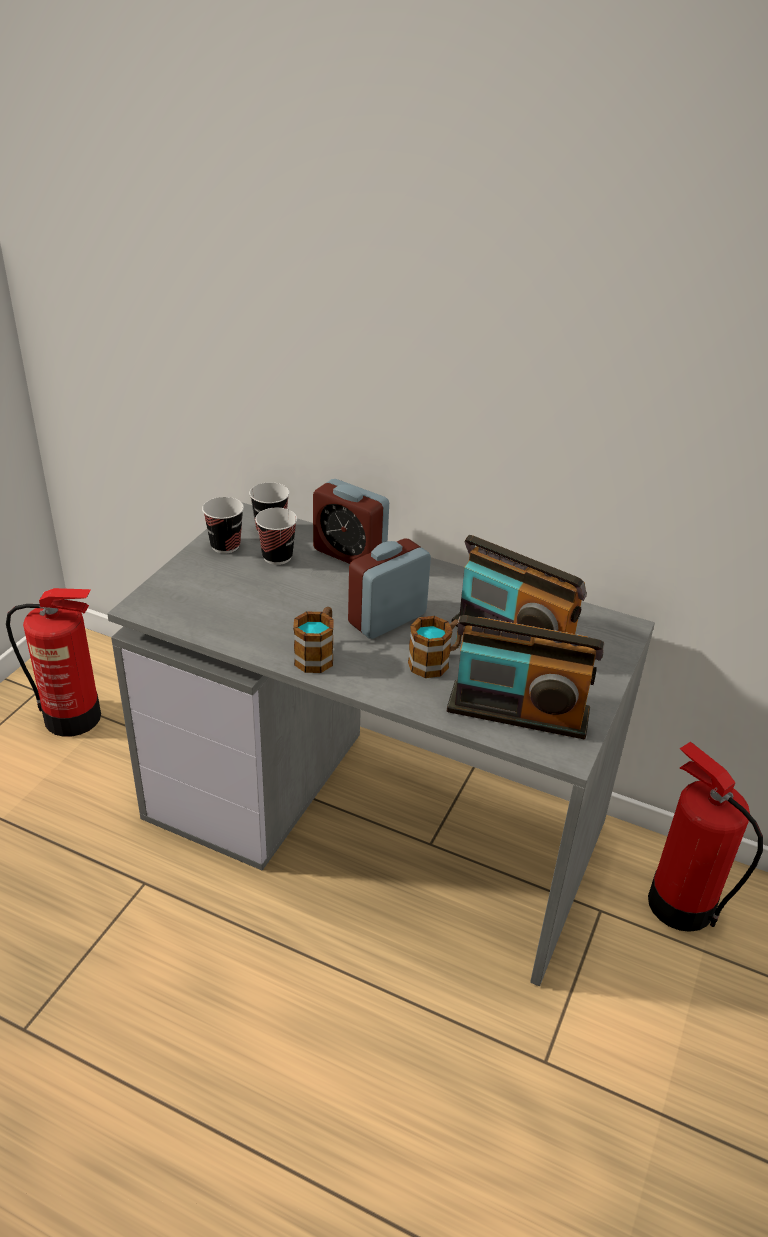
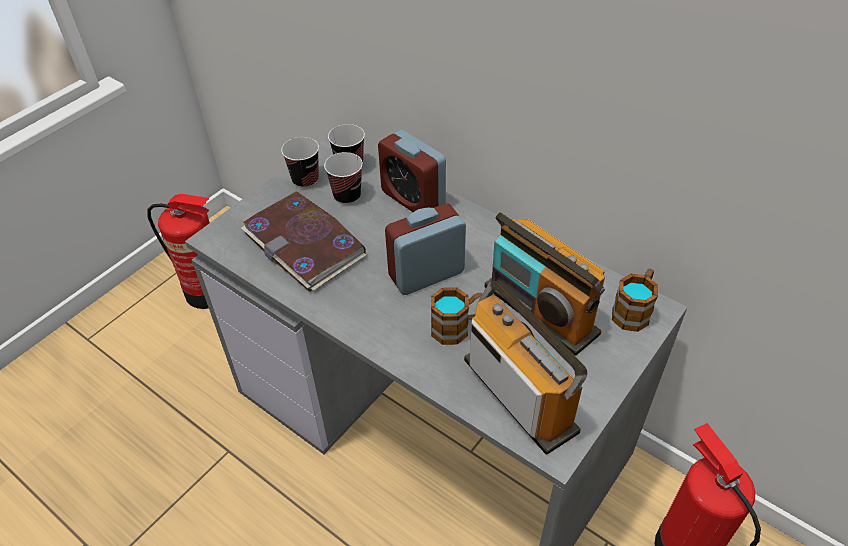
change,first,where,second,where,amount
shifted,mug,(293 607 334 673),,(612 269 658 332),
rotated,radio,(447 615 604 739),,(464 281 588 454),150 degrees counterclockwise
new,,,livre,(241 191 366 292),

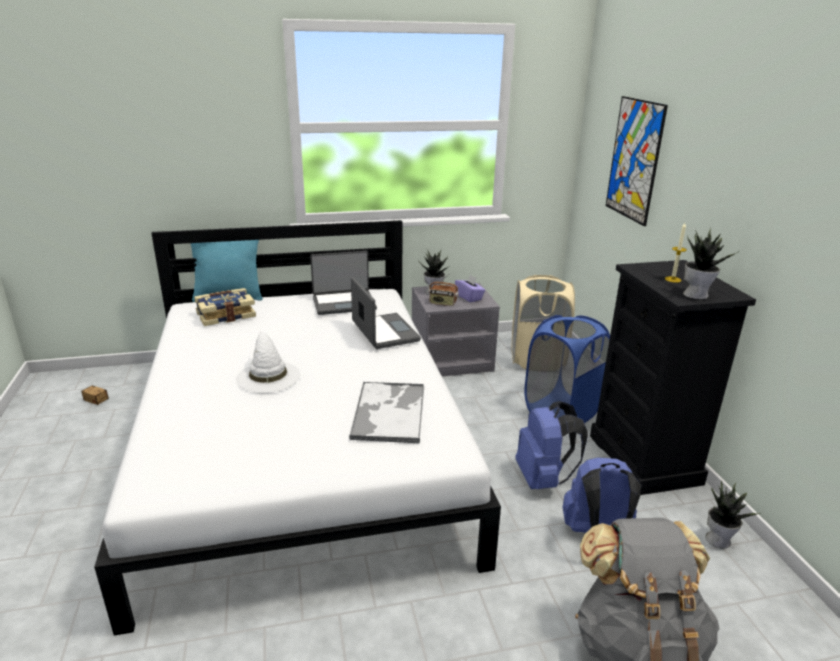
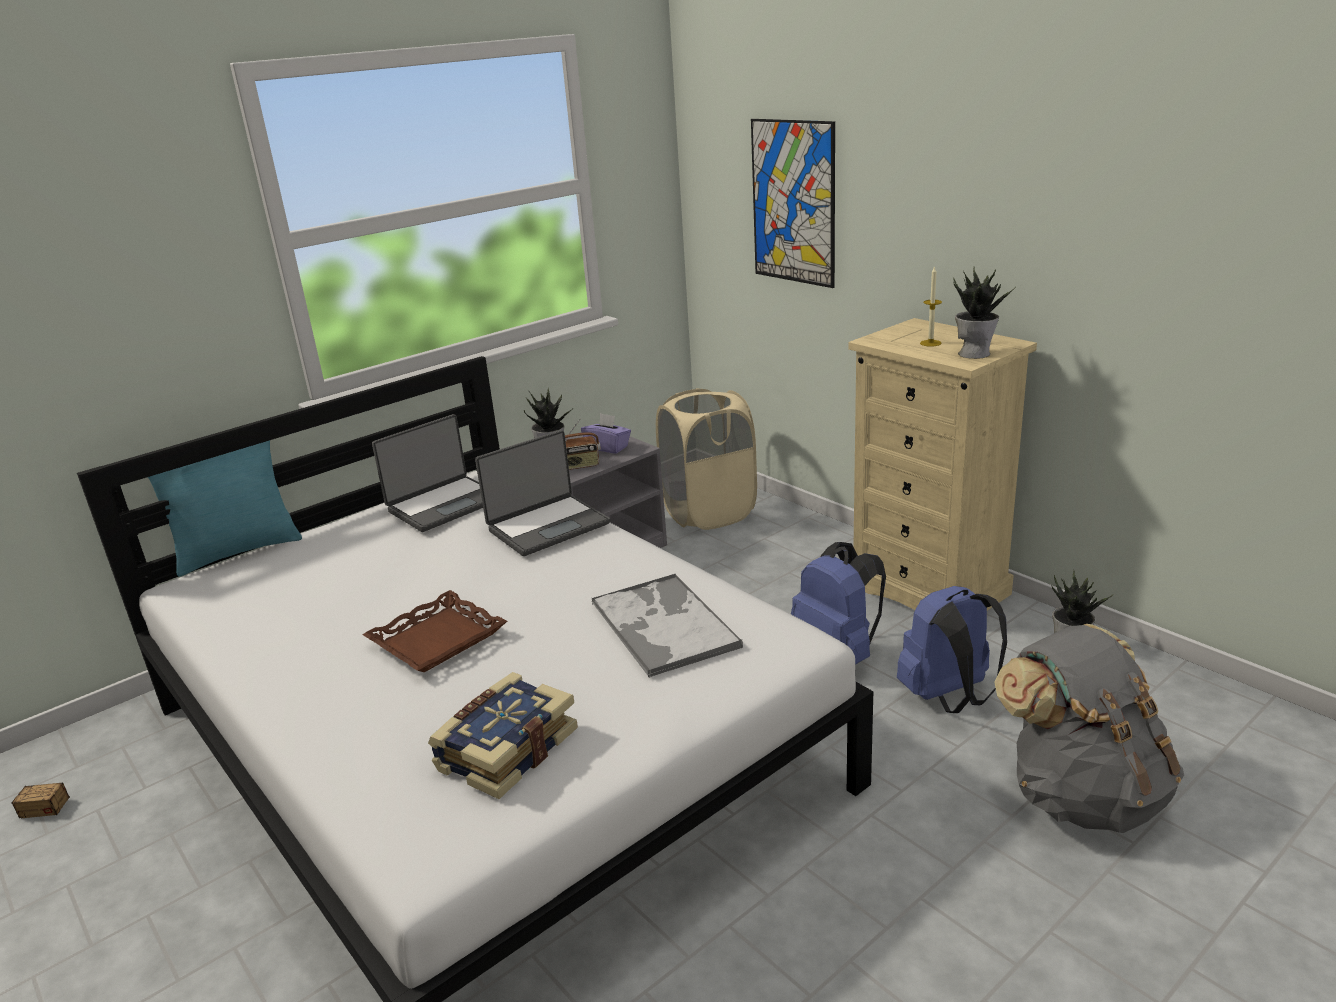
change,first,where,second,where,amount
shifted,livre,(194 288 256 326),,(428 672 578 799),
swapped,chapeau (blanc),(236 332 300 394),plateau (marron),(362 590 507 672),
rotated,ordinateur portable,(351 277 421 349),,(475 430 610 556),105 degrees clockwise
gone,panier à linge (bleu),(525 315 610 423),,,
repainted,commode (noir),(590 260 756 495),commode (beige),(848 318 1037 611),

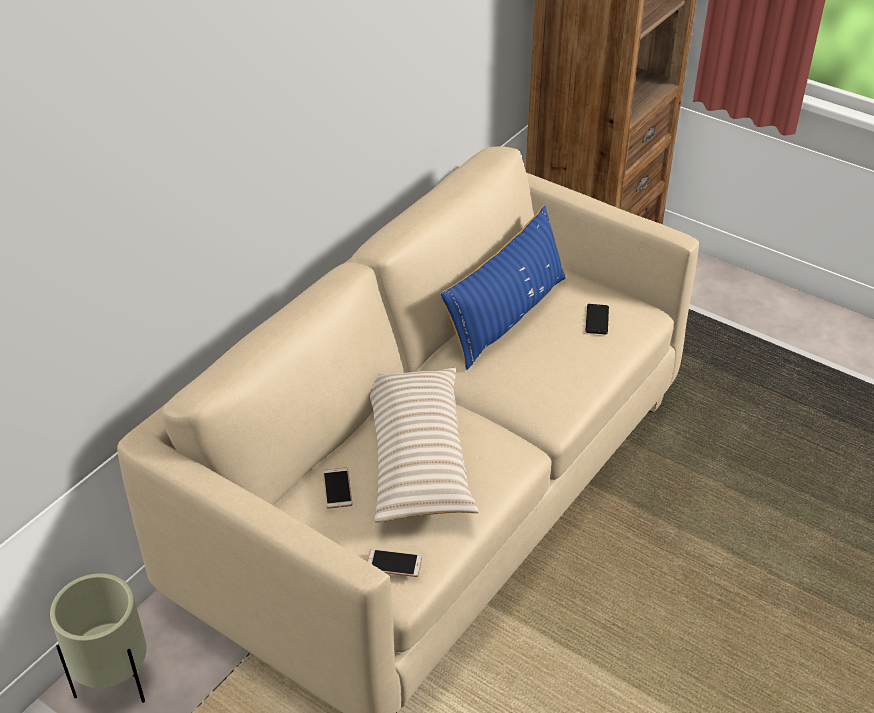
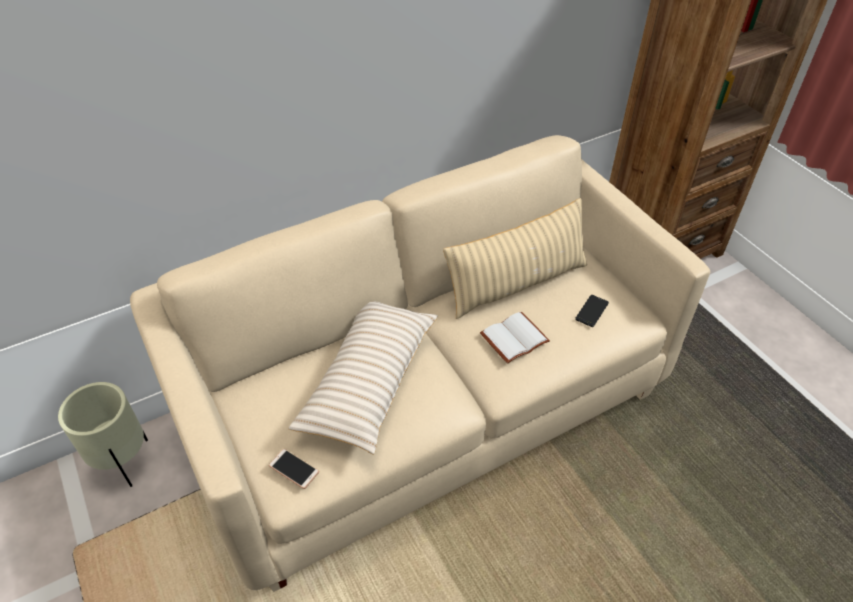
change,first,where,second,where,amount
gone,téléphone,(323 468 353 509),,,
repainted,coussin (bleu),(440 205 566 370),coussin (beige),(443 198 587 319),
new,,,livre (blanc),(480 312 550 363),

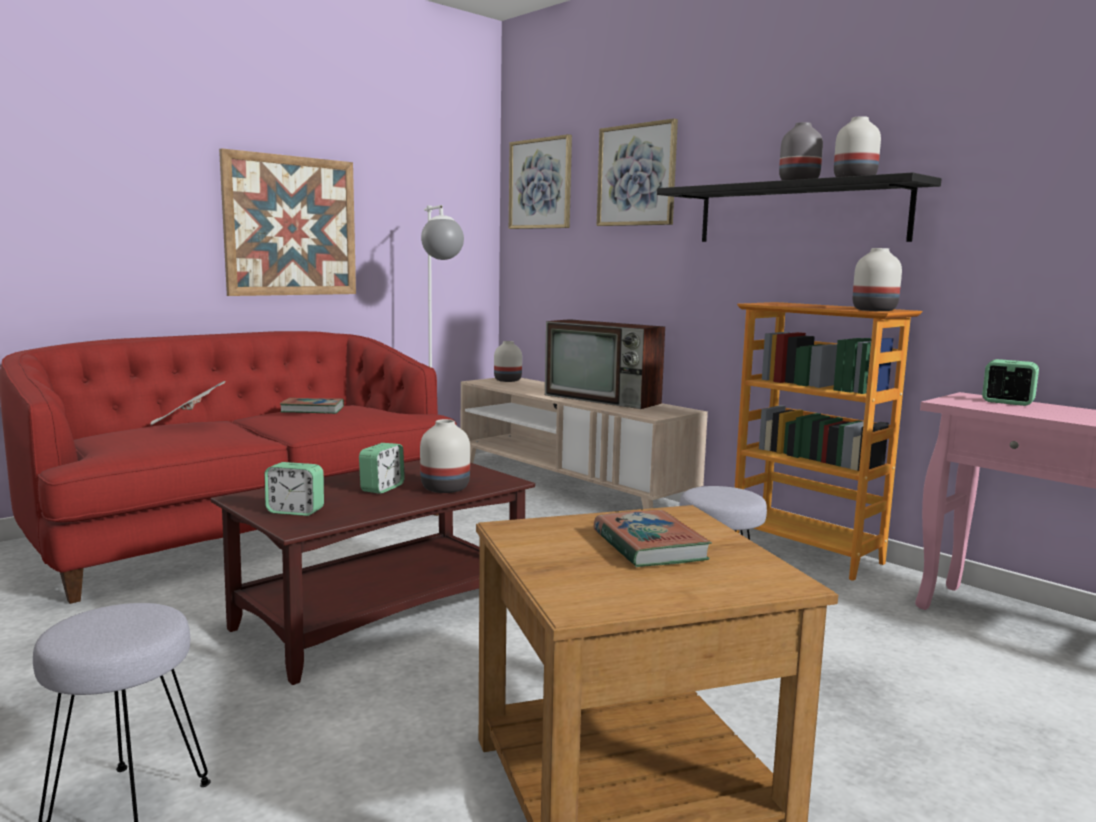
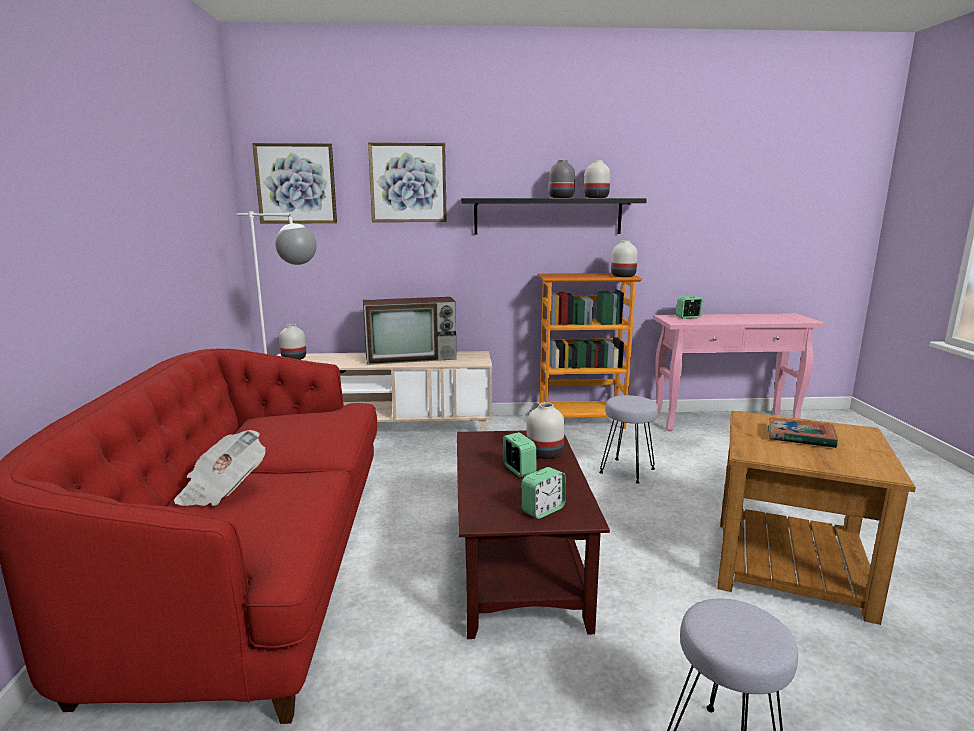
change,first,where,second,where,amount
gone,tableau,(219 148 356 296),,,
gone,livre,(280 398 344 414),,,

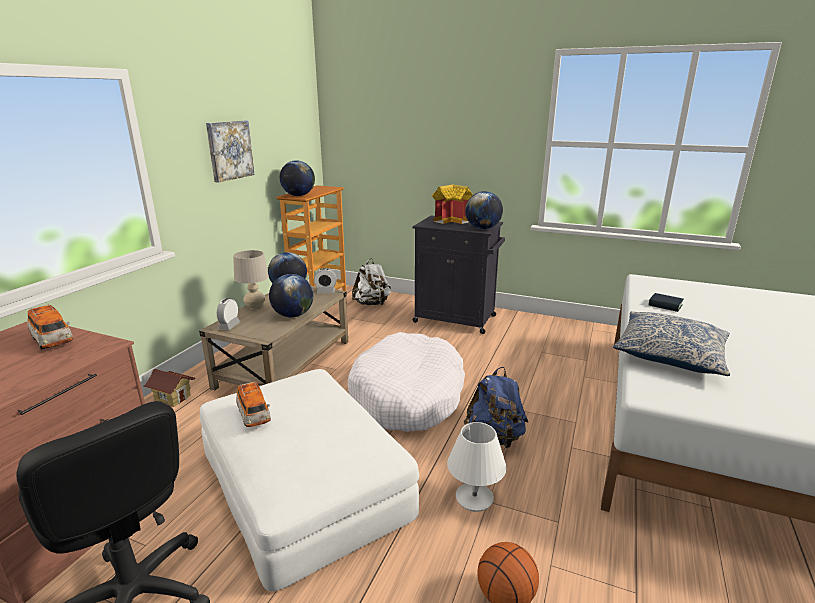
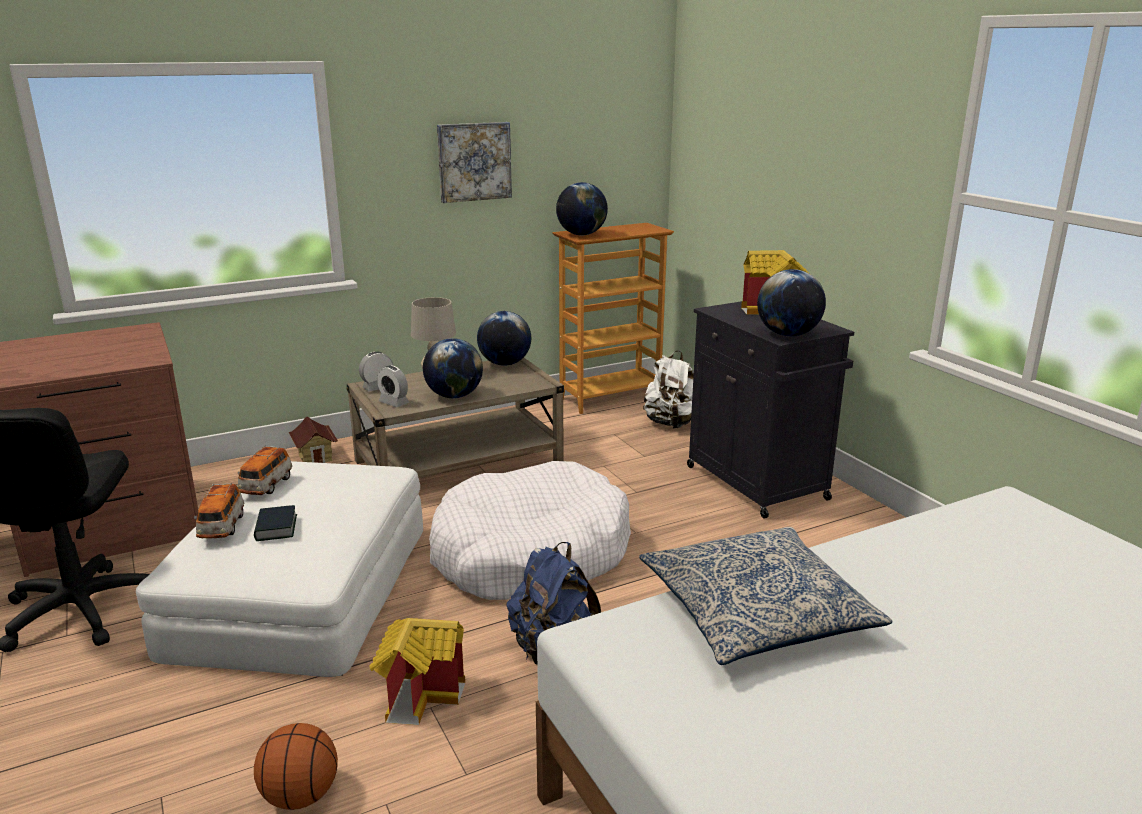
change,first,where,second,where,amount
shifted,petite voiture,(27 304 73 350),,(194 483 244 538),
shifted,réveil,(314 268 337 293),,(377 366 409 407),
swapped,lampe de table (blanc),(447 422 507 512),maison miniature,(369 618 465 725),
shifted,livre,(648 293 684 312),,(254 505 297 541),

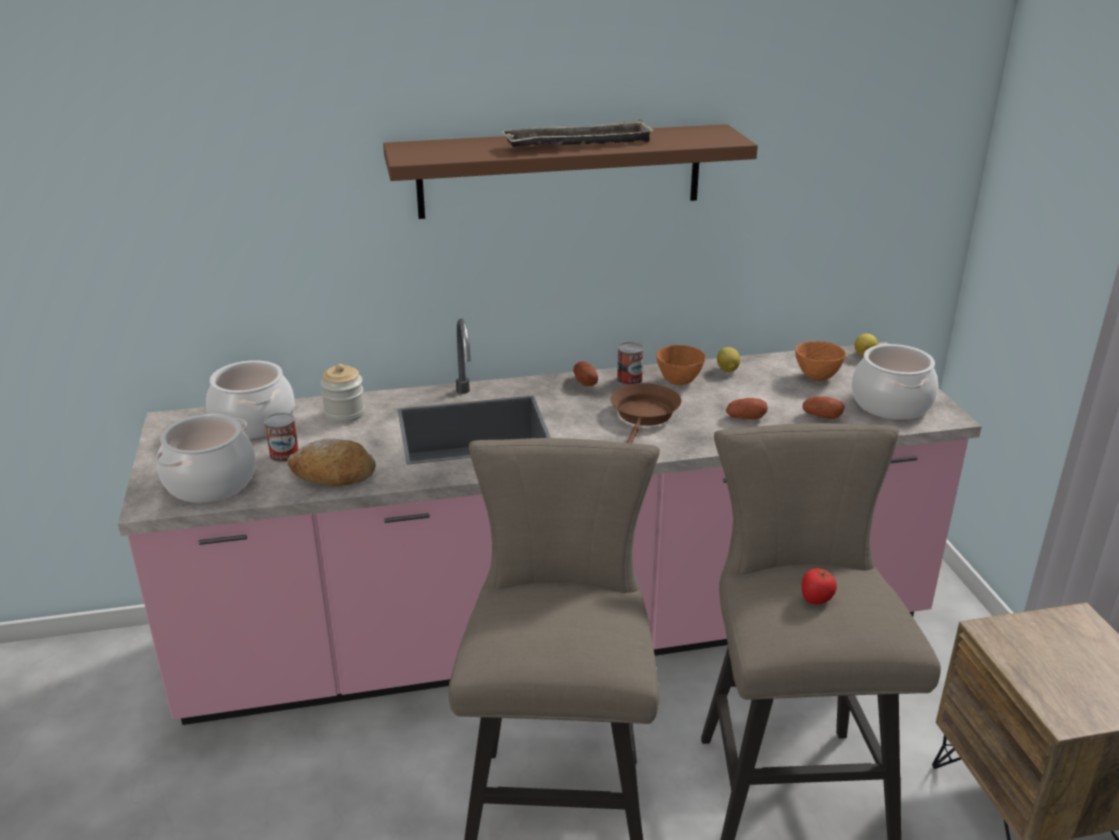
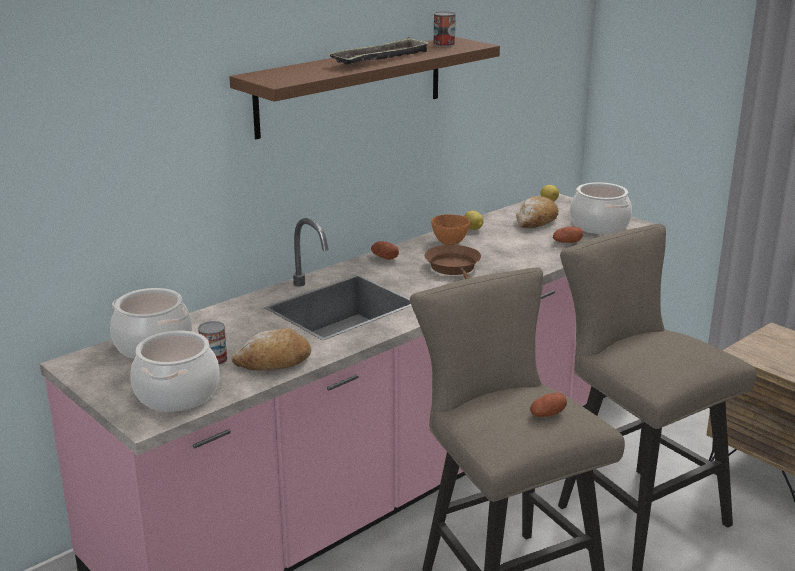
change,first,where,second,where,amount
gone,bocal,(320 364 365 423),,,
shifted,boîte métallique,(617 342 644 385),,(433 11 456 47),
shifted,pomme de terre,(726 398 768 419),,(530 392 567 417),
swapped,bol (orange),(795 341 846 381),pain,(516 196 558 228),
gone,tomate,(801 569 837 604),,,

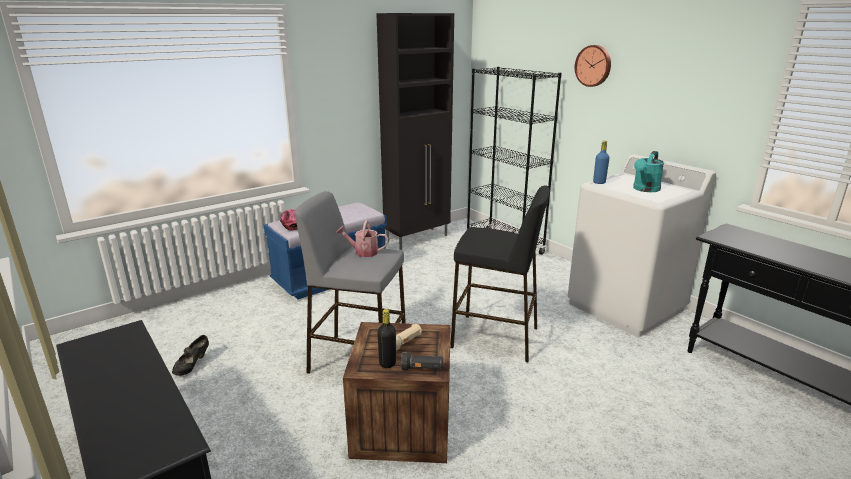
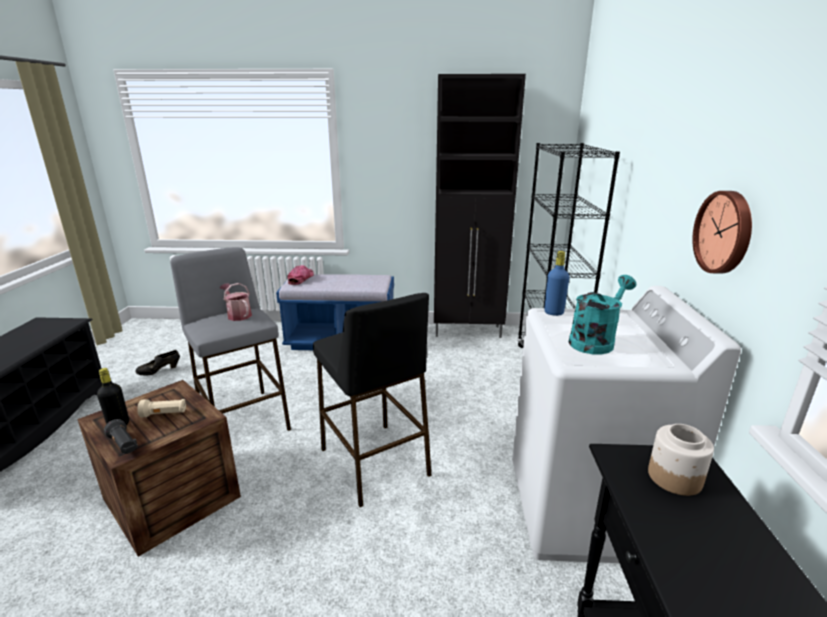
change,first,where,second,where,amount
shifted,horloge murale,(575 45 611 87),,(692 191 752 273),
rotated,arrosoir (turquoise),(633 151 664 192),,(569 275 636 354),150 degrees clockwise
new,,,bocal,(648 424 714 496),

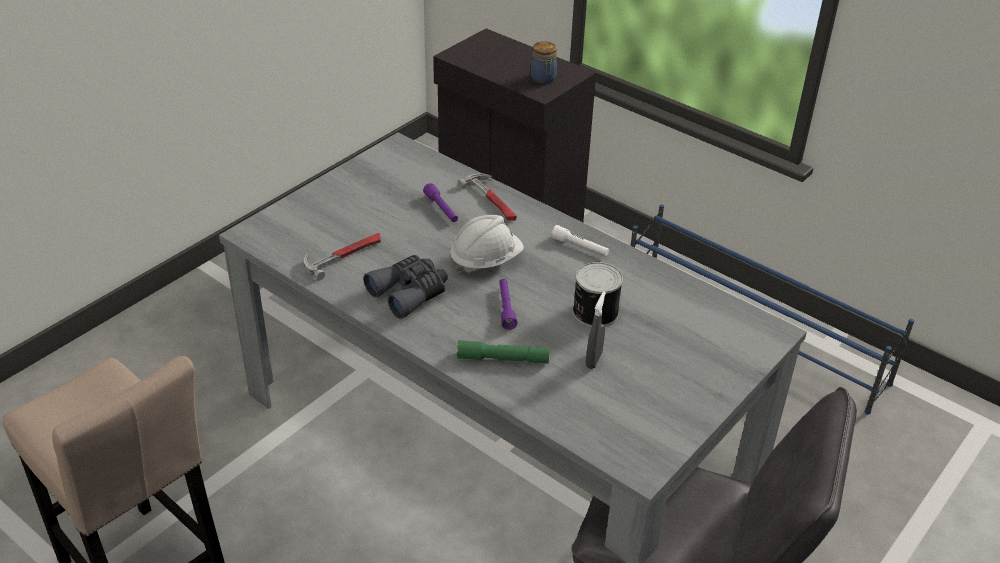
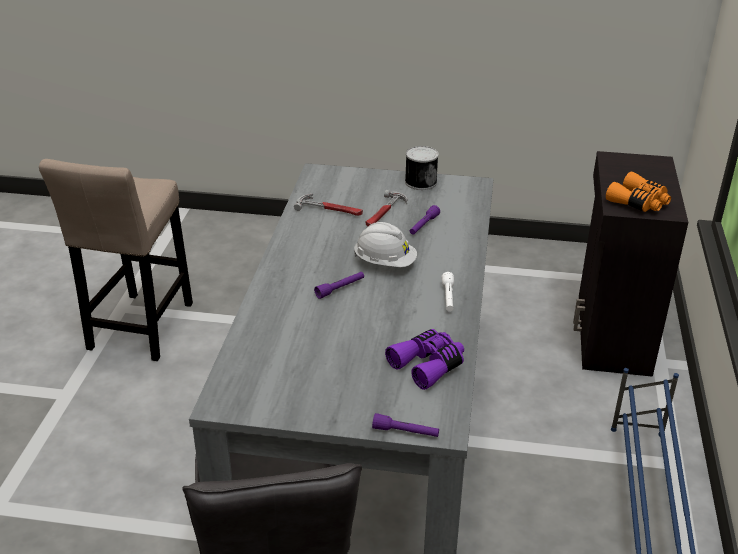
change,first,where,second,where,amount
gone,jumelles (gris),(363 255 448 319),,,
gone,lampe de poche (vert),(457 340 550 363),,,
shifted,marteau,(458 173 517 221),,(365 190 407 227),
swapped,bocal,(531 41 557 83),jumelles (orange),(606 172 671 212),
shifted,boîte métallique,(573 262 623 327),,(405 146 439 190),
gone,vaporisateur (gris),(586 292 606 369),,,
new,,,lampe de poche (violet),(372 413 439 437),
new,,,jumelles (violet),(385 329 464 390),

